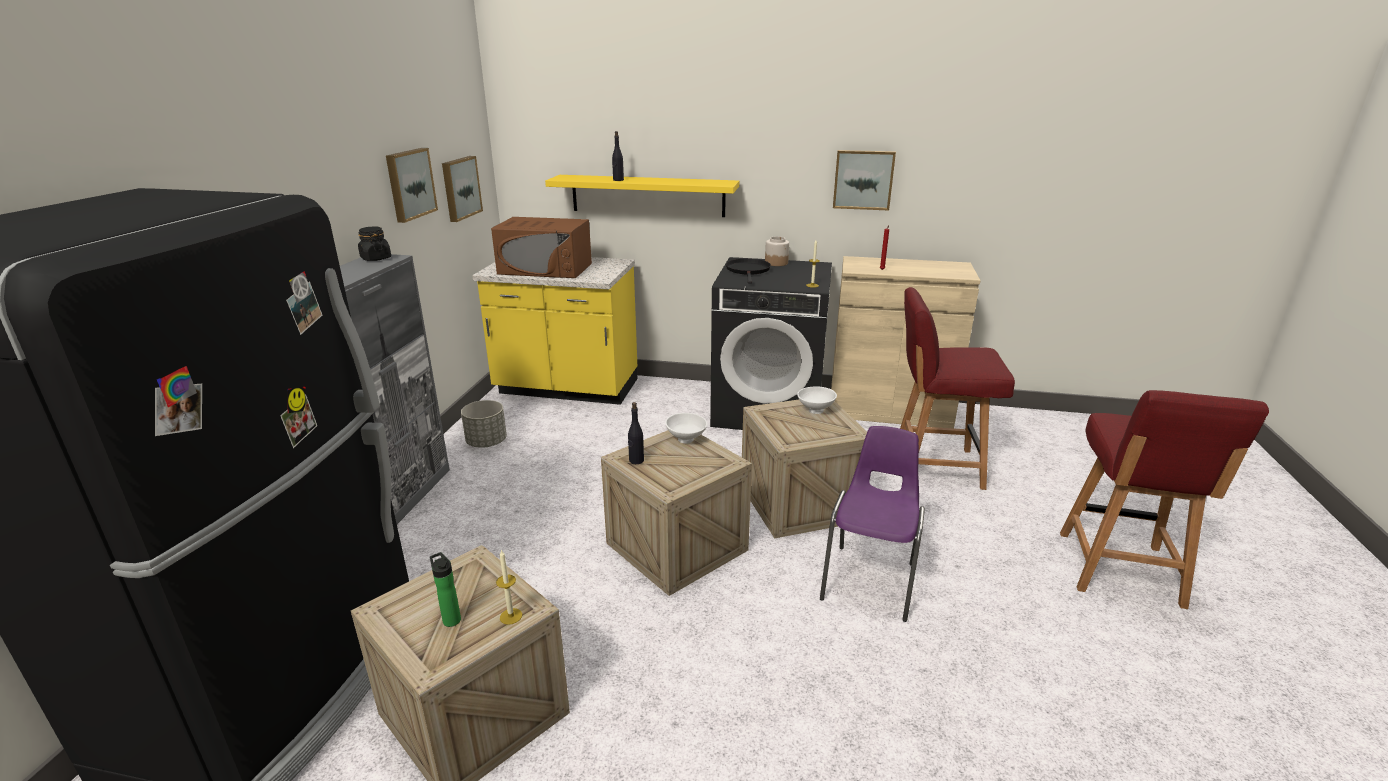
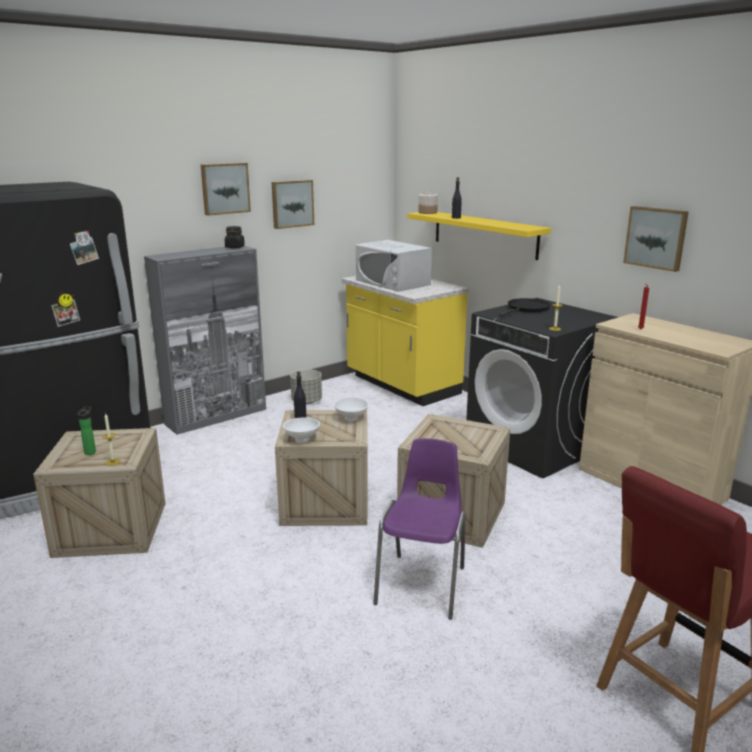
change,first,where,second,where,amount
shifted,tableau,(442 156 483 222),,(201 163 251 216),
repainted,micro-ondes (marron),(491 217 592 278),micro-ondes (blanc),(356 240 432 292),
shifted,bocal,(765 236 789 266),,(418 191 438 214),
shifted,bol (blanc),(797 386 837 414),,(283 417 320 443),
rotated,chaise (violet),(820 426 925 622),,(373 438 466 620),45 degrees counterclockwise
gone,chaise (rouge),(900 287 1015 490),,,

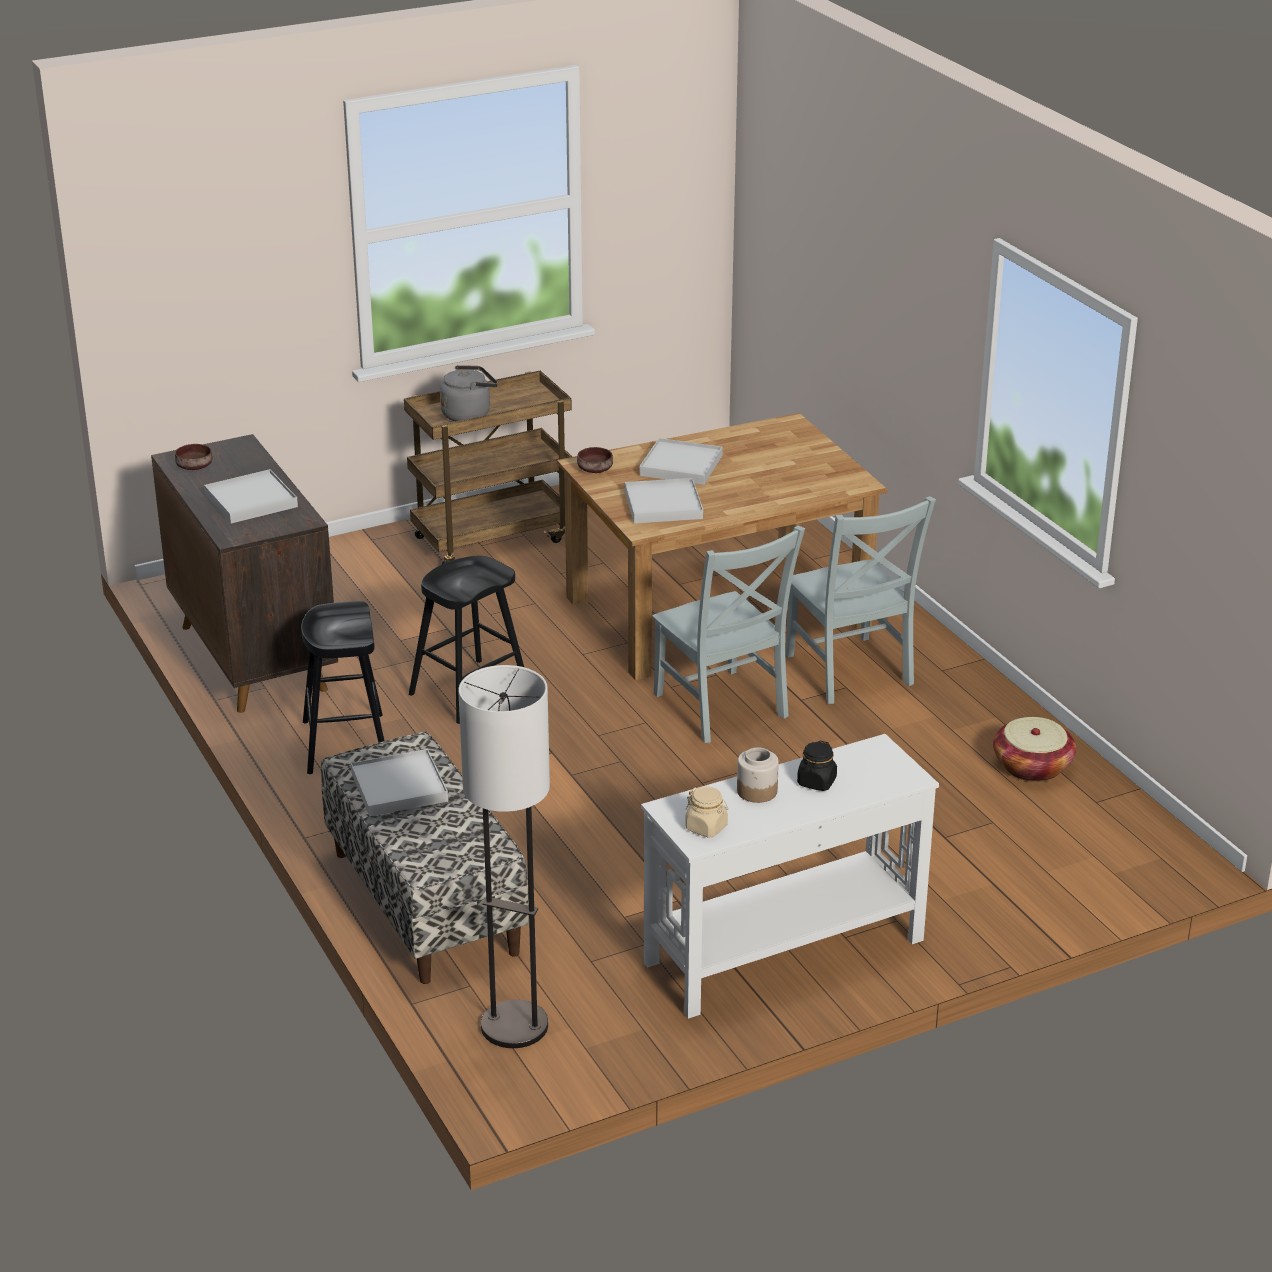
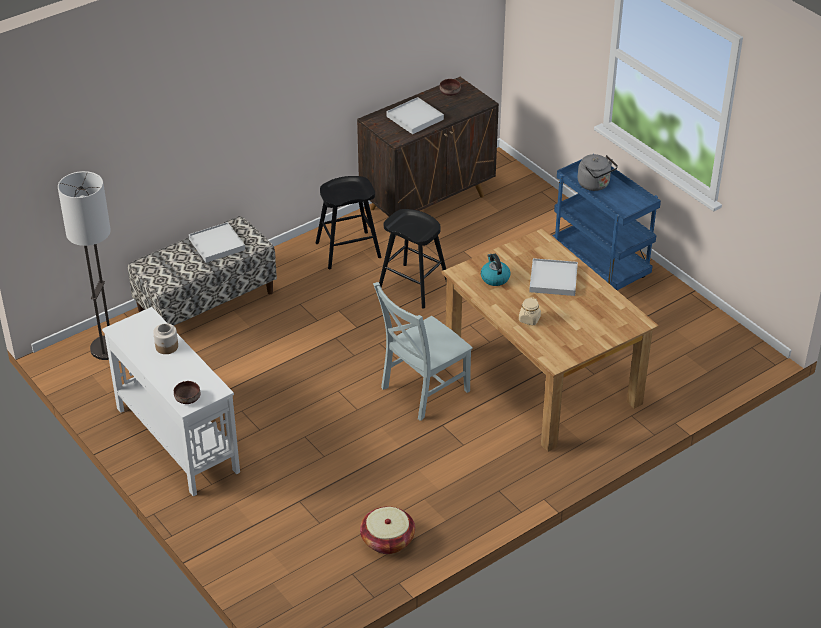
change,first,where,second,where,amount
repainted,chariot (marron),(404 371 572 564),chariot (bleu),(552 159 661 290),
shifted,bol (marron),(577 447 613 473),,(174 381 200 404),
swapped,plateau (blanc),(625 478 703 523),bouilloire,(481 254 510 286),
shifted,bocal (beige),(685 786 729 838),,(519 297 541 325),
gone,chaise (gris),(785 496 936 704),,,
gone,bocal (noir),(797 741 837 791),,,

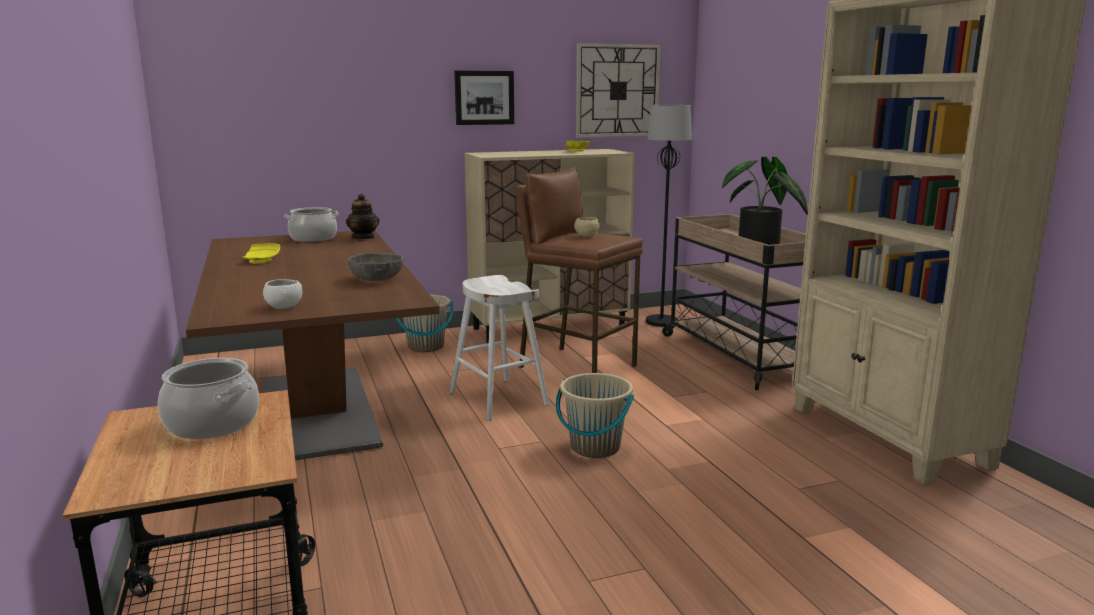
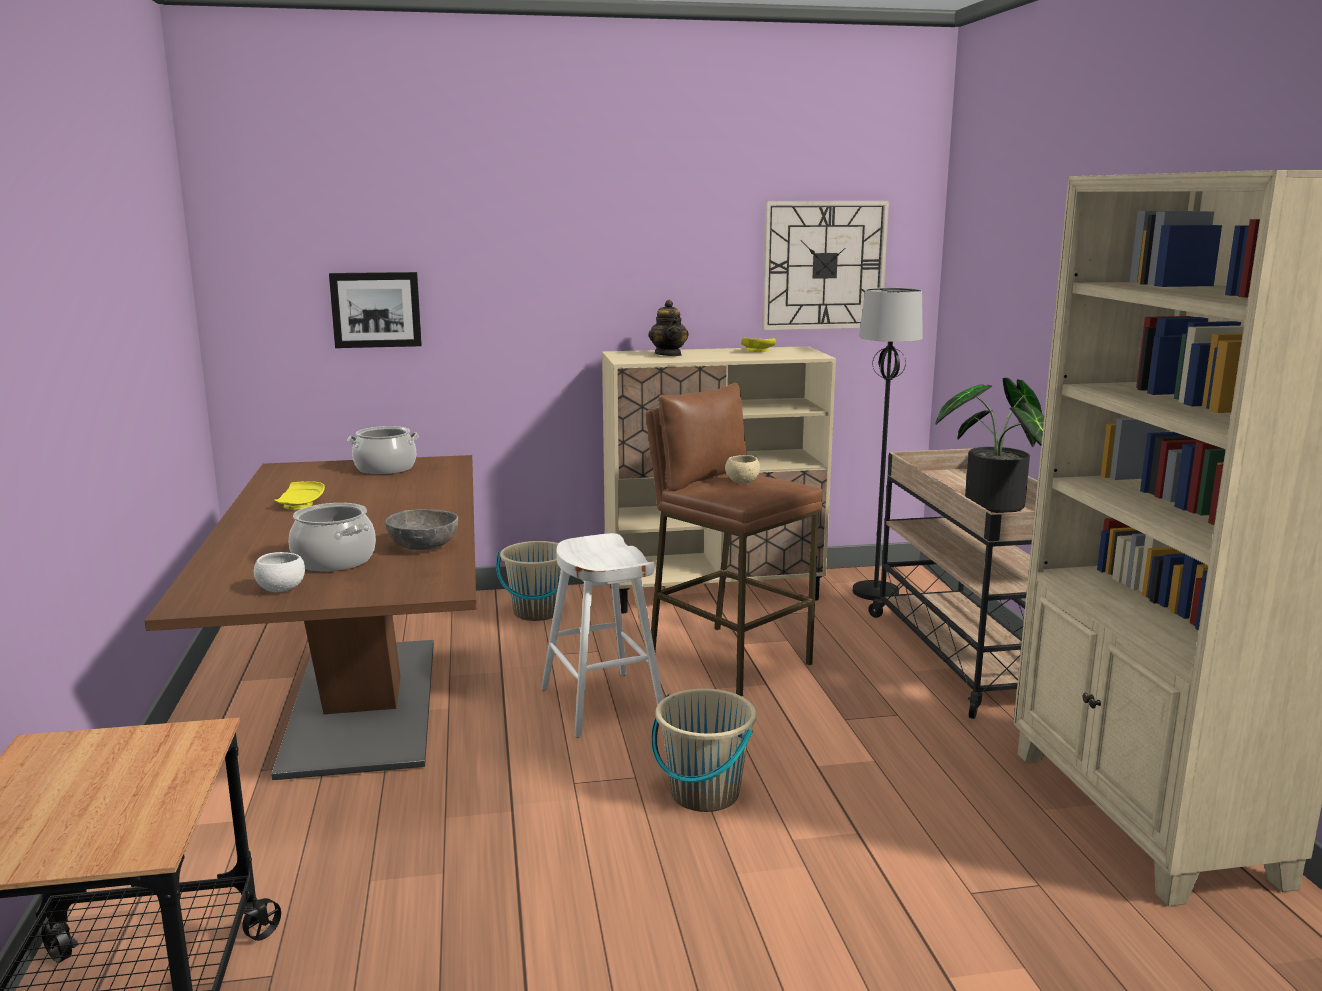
change,first,where,second,where,amount
shifted,marmite,(158 358 259 439),,(289 503 376 571),
shifted,théière,(346 194 379 239),,(649 300 689 356),
shifted,tableau,(454 70 514 125),,(329 272 422 348),

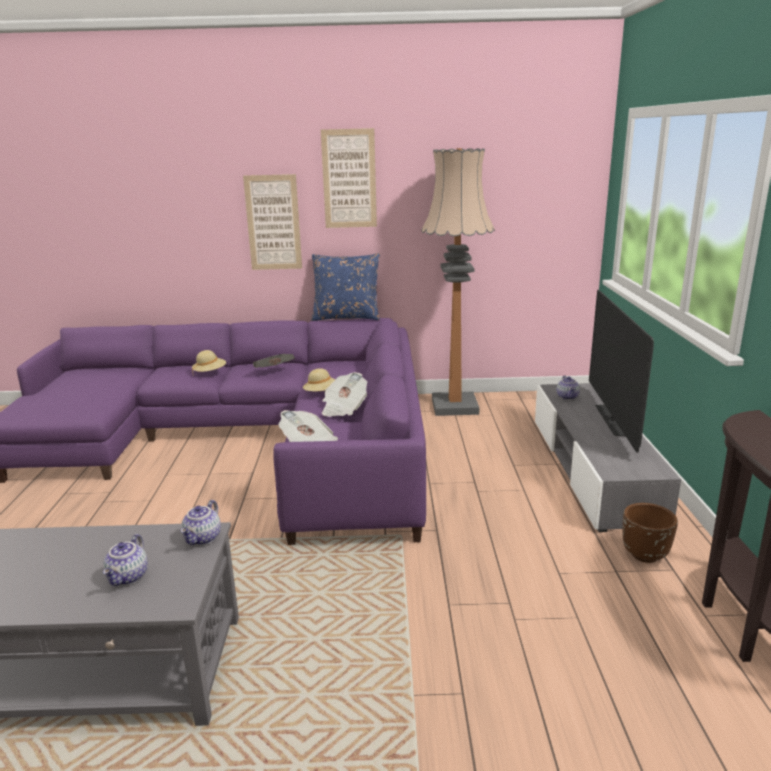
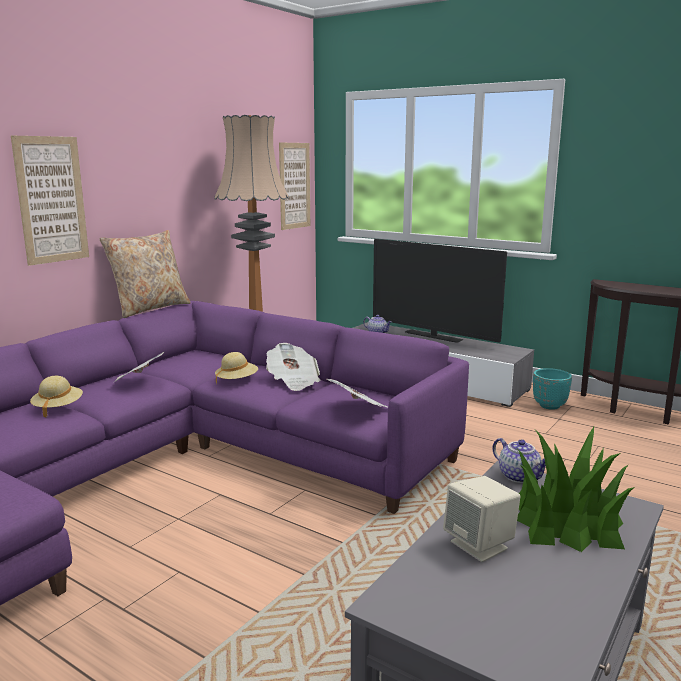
change,first,where,second,where,amount
swapped,théière,(103 534 148 586),plante en pot,(517 427 635 552),
repainted,coussin (bleu),(311 253 380 321),coussin (beige),(99 230 191 318),
shifted,tableau,(321 128 377 228),,(279 142 310 230),
repainted,cache-pot (marron),(622 503 678 563),cache-pot (turquoise),(533 368 572 410),
new,,,enceinte (beige),(443 476 521 562),

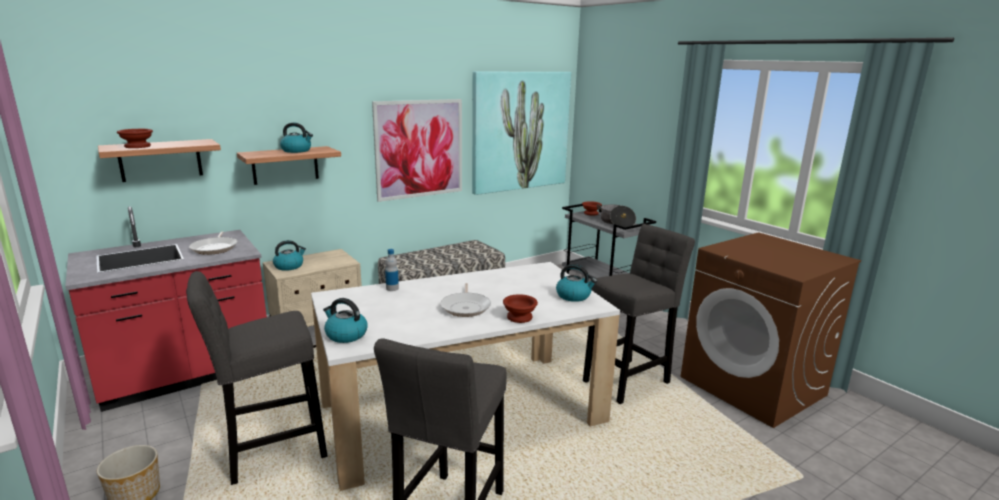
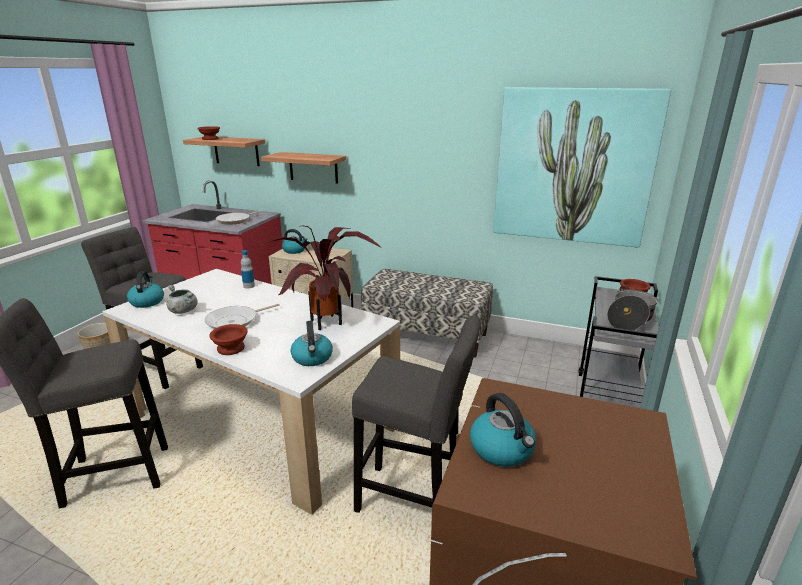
change,first,where,second,where,amount
shifted,bouilloire,(280 123 313 153),,(470 393 536 467),
gone,tableau,(372 99 462 202),,,
new,,,marmite (gris),(166 285 198 314),
new,,,plante en pot,(259 226 381 330),

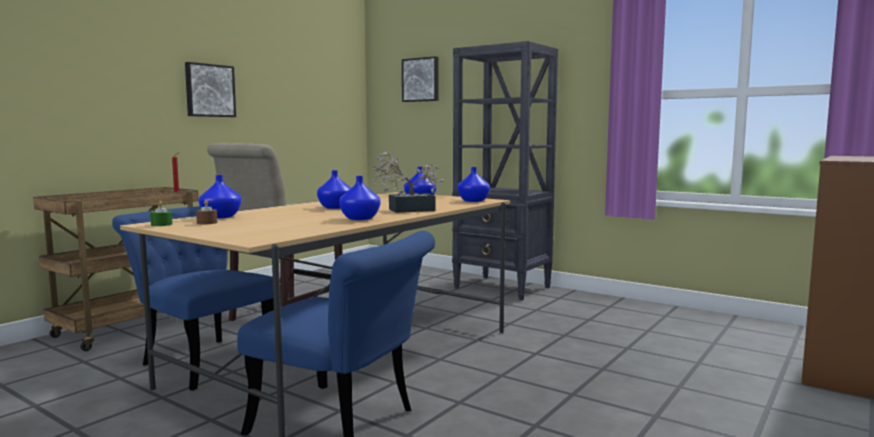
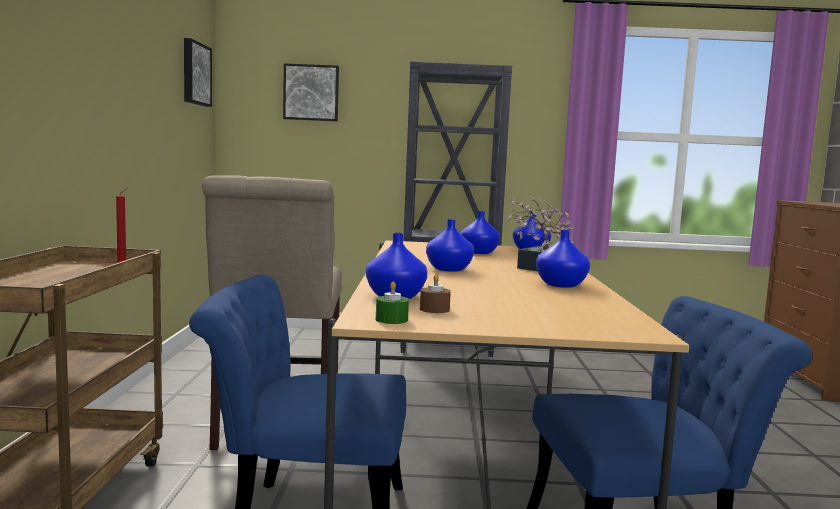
change,first,where,second,where,amount
shifted,tableau,(185 62 236 117),,(184 38 212 107),

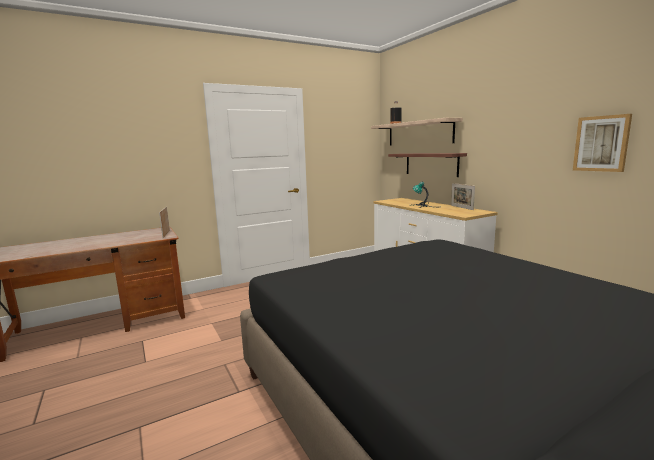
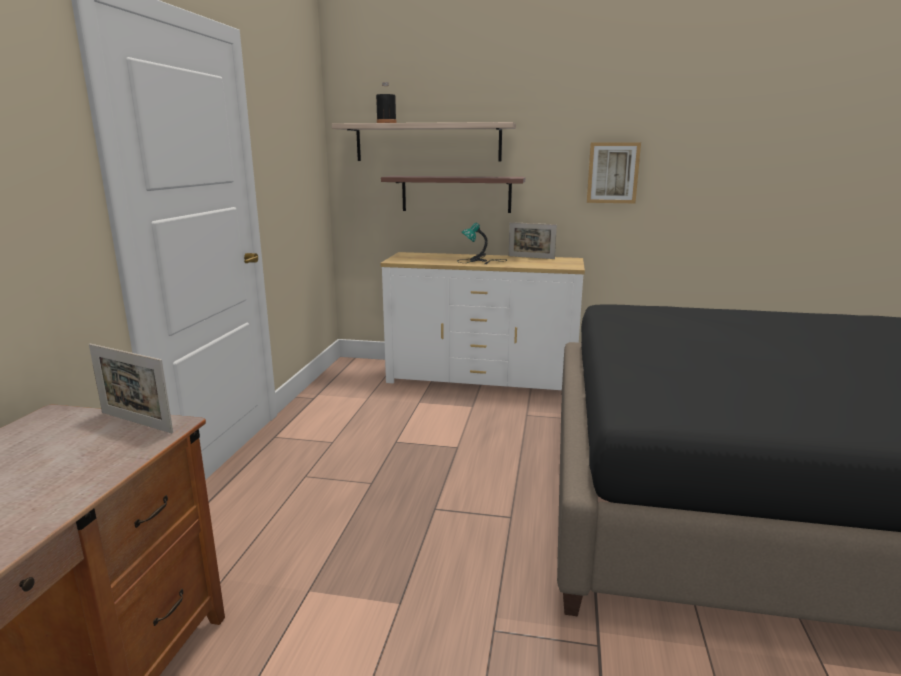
change,first,where,second,where,amount
shifted,tableau,(573 114 632 172),,(587 142 641 203),

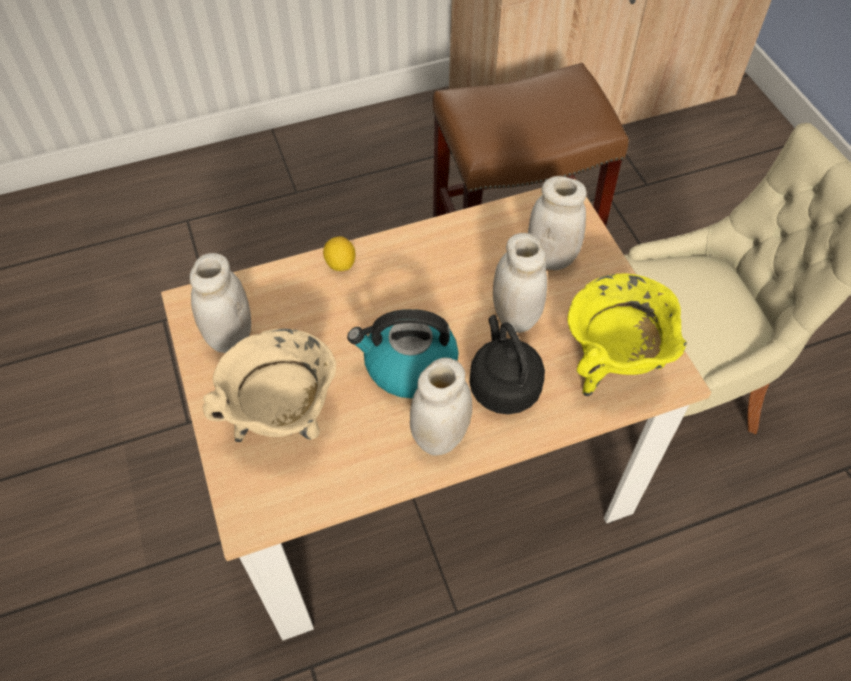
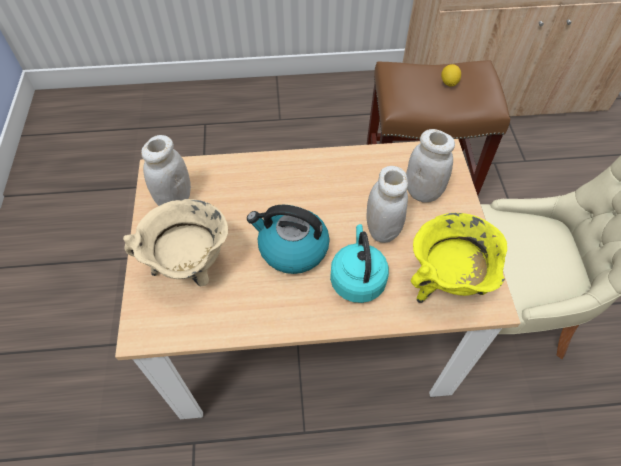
change,first,where,second,where,amount
shifted,citron,(323 236 355 271),,(441 64 461 87),
gone,bocal (blanc),(410 358 472 456),,,
repainted,bouilloire (noir),(469 315 545 414),bouilloire (turquoise),(330 224 389 303),

